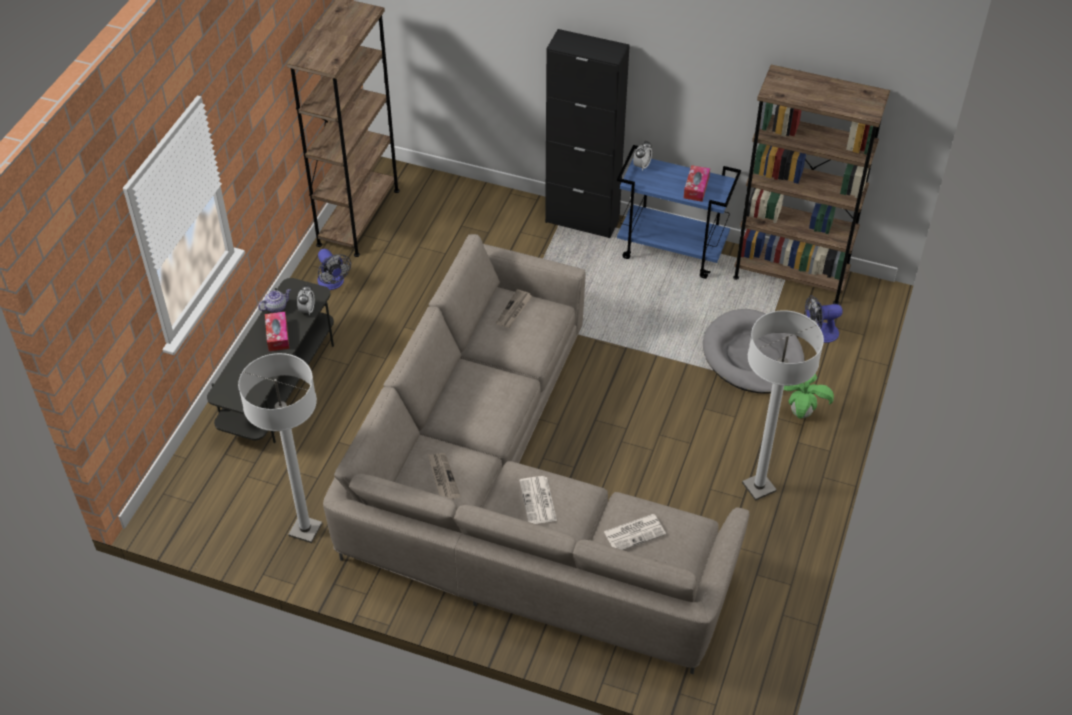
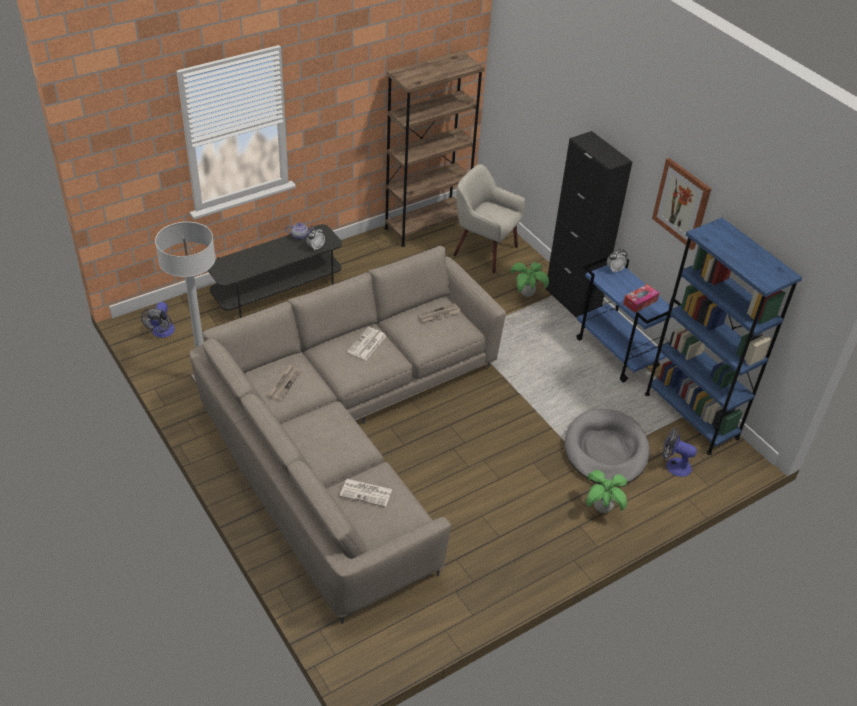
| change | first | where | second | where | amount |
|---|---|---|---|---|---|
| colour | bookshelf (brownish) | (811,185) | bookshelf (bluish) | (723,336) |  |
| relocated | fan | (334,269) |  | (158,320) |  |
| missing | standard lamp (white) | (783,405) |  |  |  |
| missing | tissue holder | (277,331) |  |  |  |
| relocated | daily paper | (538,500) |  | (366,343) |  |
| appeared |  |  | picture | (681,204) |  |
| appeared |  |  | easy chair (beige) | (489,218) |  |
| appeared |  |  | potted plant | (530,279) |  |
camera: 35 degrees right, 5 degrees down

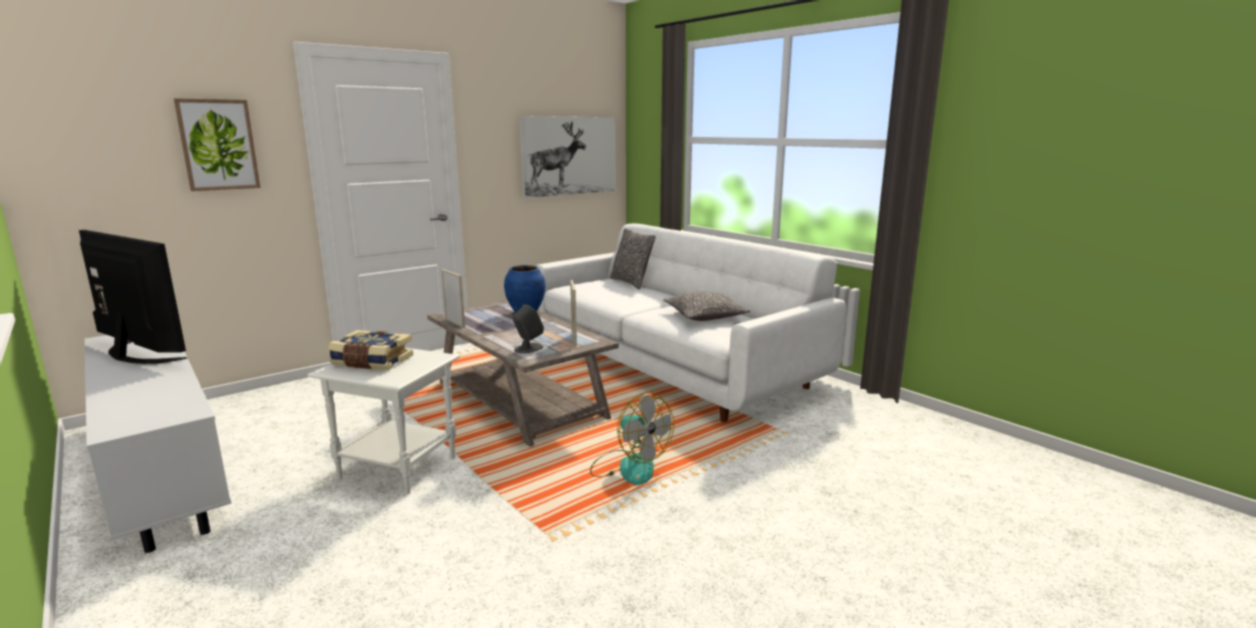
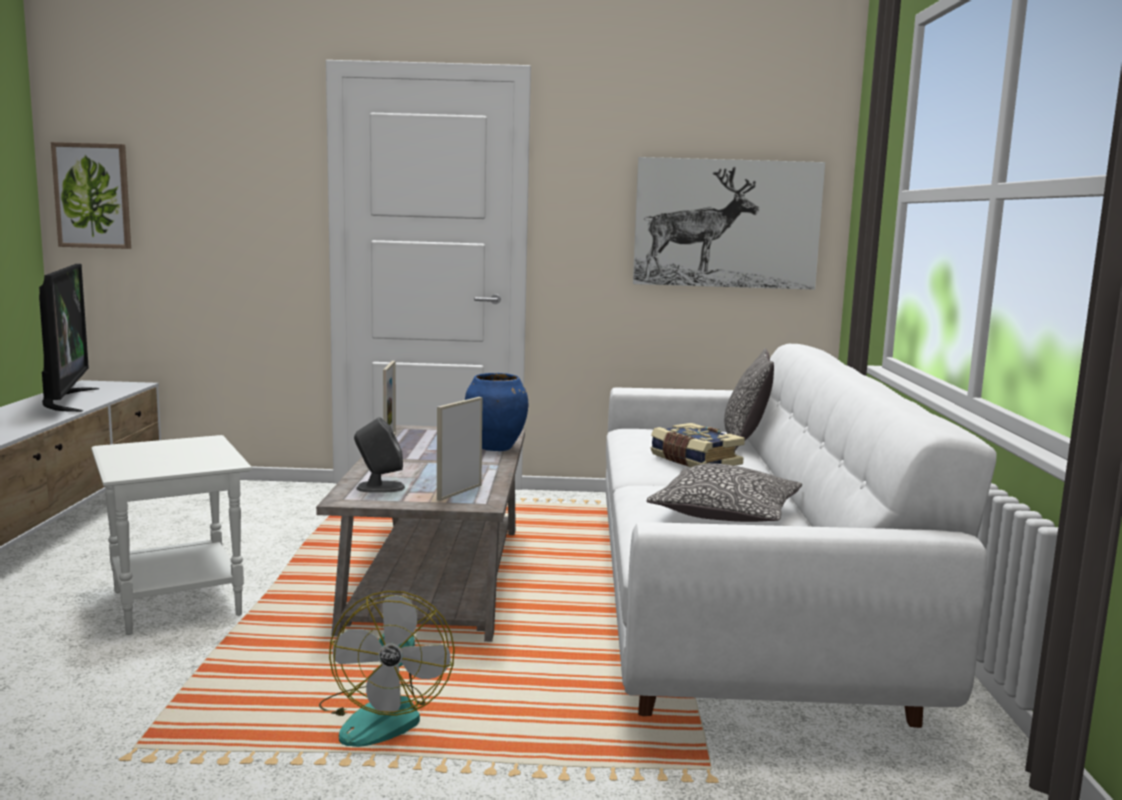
| change | first | where | second | where | amount |
|---|---|---|---|---|---|
| relocated | picture | (217,144) |  | (91,195) |  |
| relocated | bound book | (370,350) |  | (698,445) |  |
camera: 40 degrees right, 5 degrees down

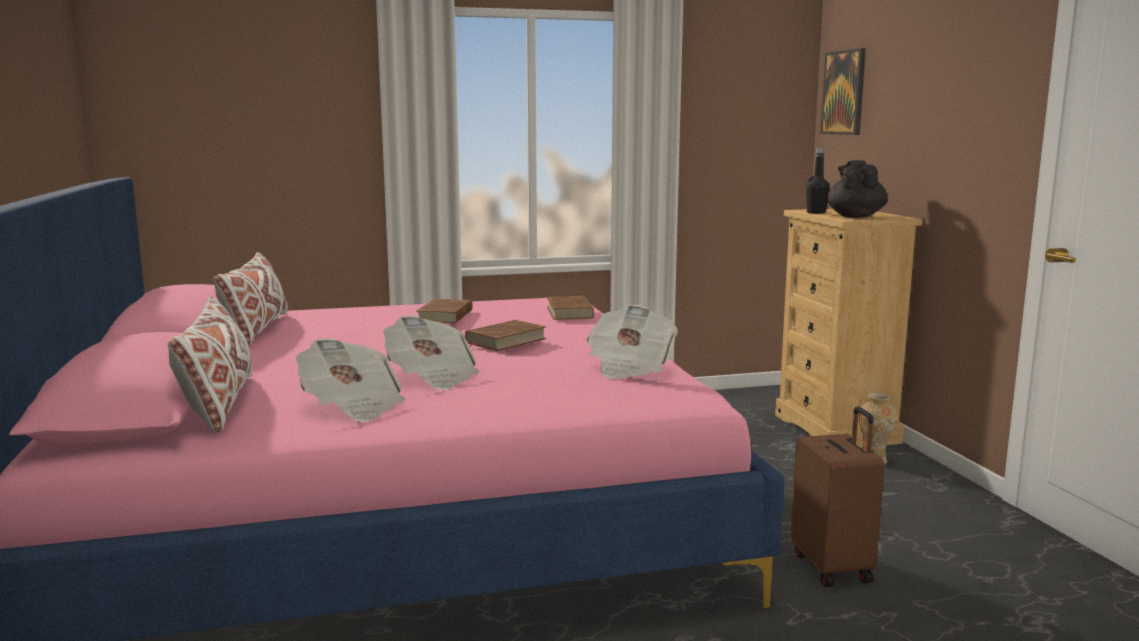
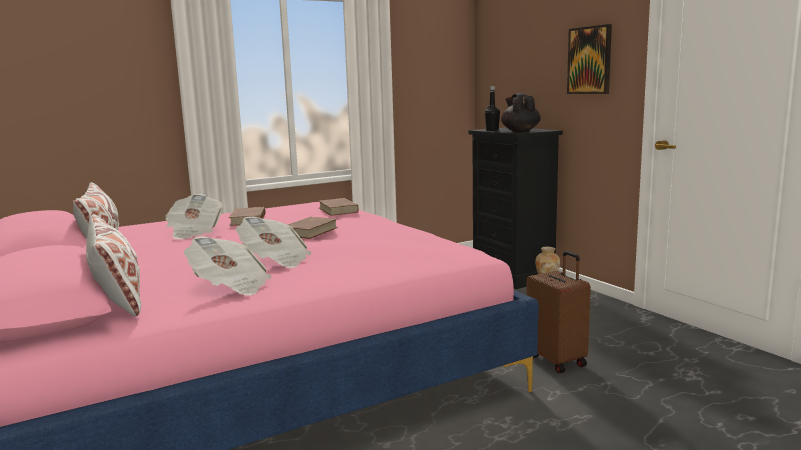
| change | first | where | second | where | amount |
|---|---|---|---|---|---|
| relocated | picture | (843,91) |  | (589,59) |  |
| colour | drawer chest (beige) | (849,328) | drawer chest (black-coloured) | (515,208) |  |
| relocated | daily paper | (632,342) |  | (194,216) |  |
camera: 15 degrees left, 0 degrees up

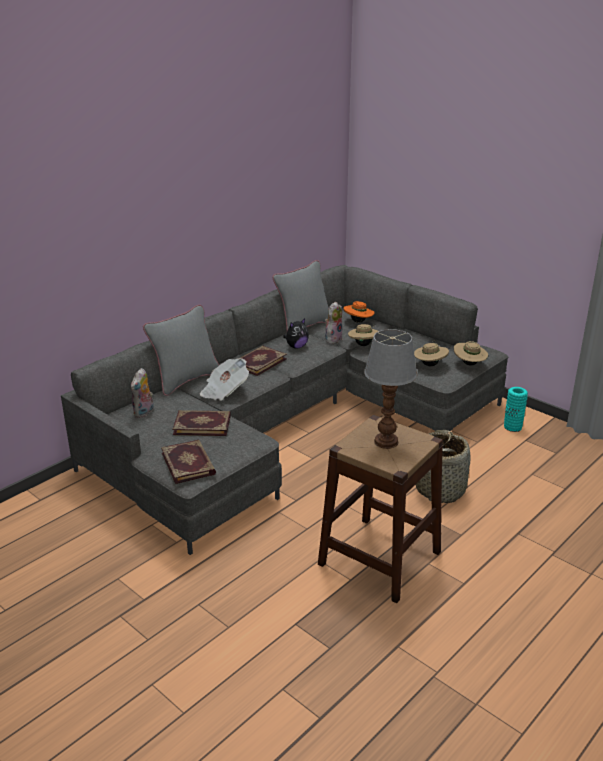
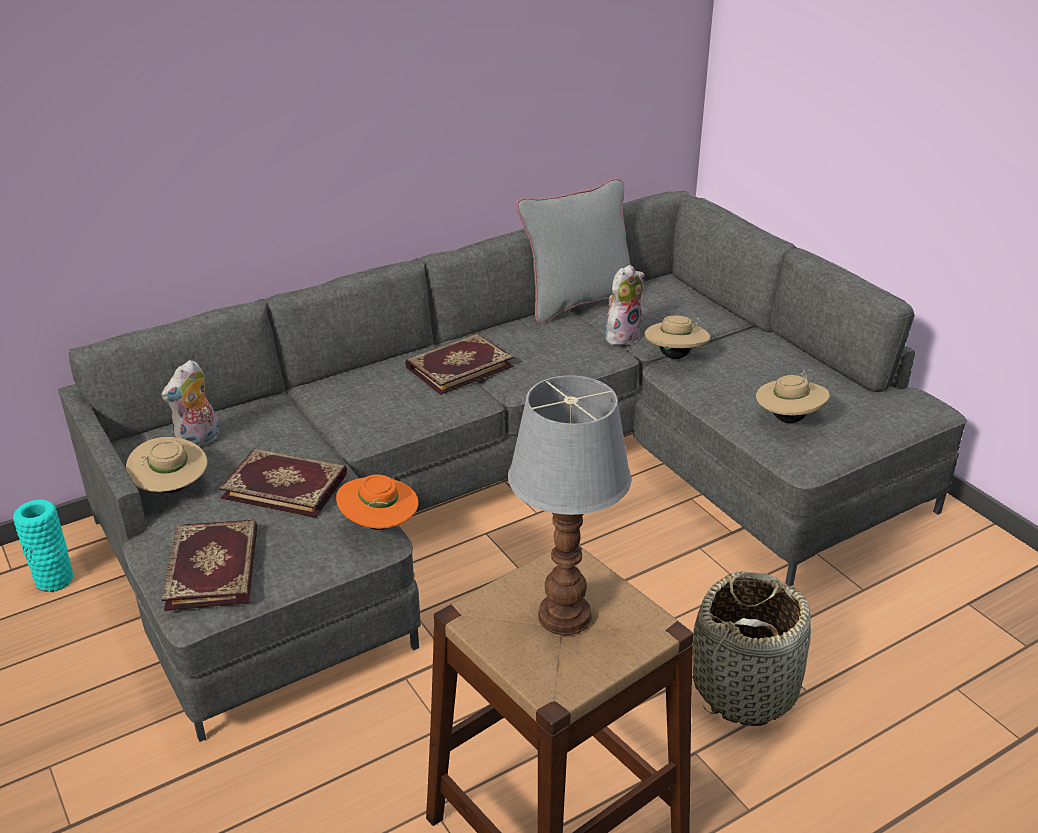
| change | first | where | second | where | amount |
|---|---|---|---|---|---|
| relocated | clothing hat (orange-coloured) | (359,312) |  | (377,502) |  |
| missing | throw pillow (grey) | (181,350) |  |  |  |
| missing | soft toy | (296,333) |  |  |  |
| relocated | clothing hat (beige) | (471,353) |  | (166,465) |  |
| missing | daily paper | (224,379) |  |  |  |
| relocated | vase (turquoise) | (516,409) |  | (43,546) |  |
camera: 15 degrees right, 5 degrees up

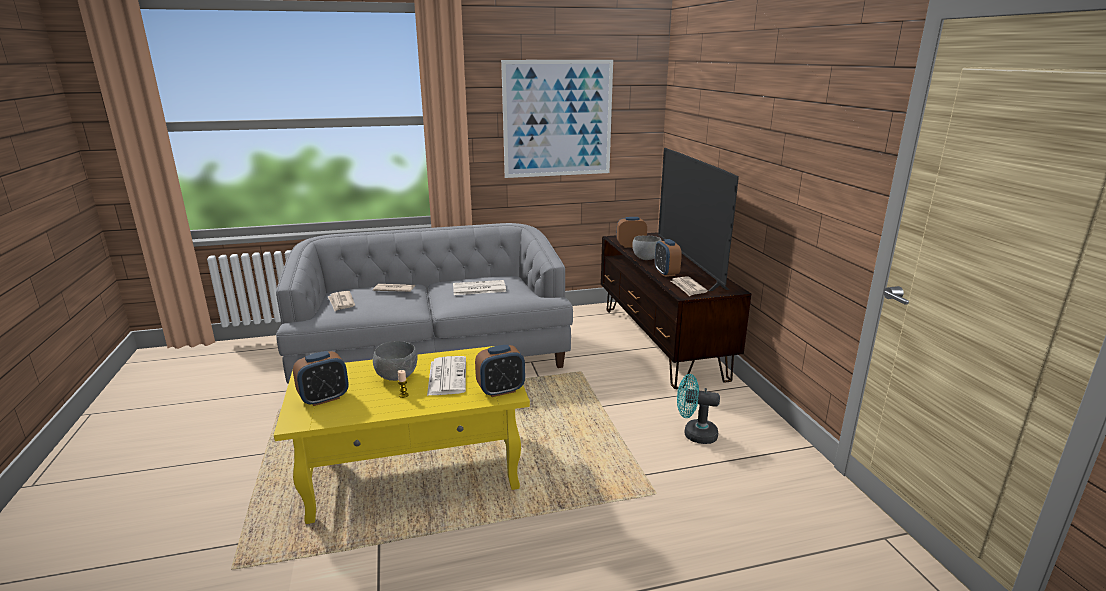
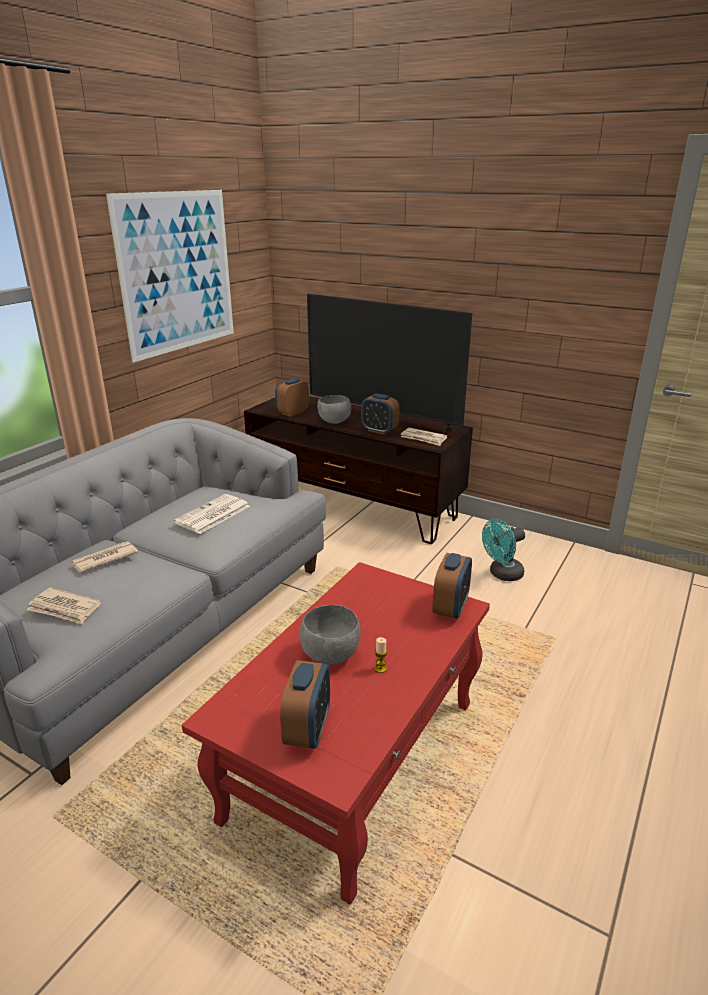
| change | first | where | second | where | amount |
|---|---|---|---|---|---|
| colour | low table (yellow) | (402,435) | low table (red) | (336,733) |  |
| missing | daily paper | (446,376) |  |  |  |
camera: 45 degrees left, 5 degrees up

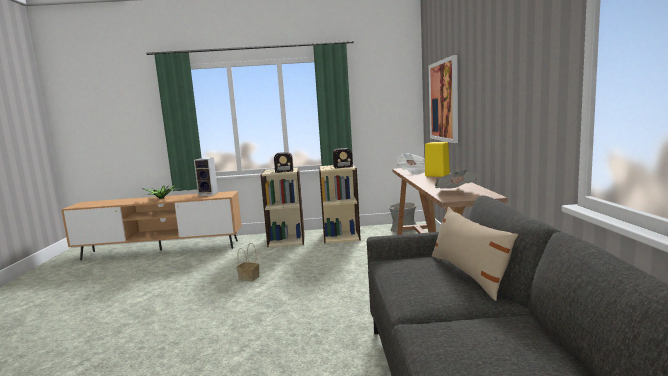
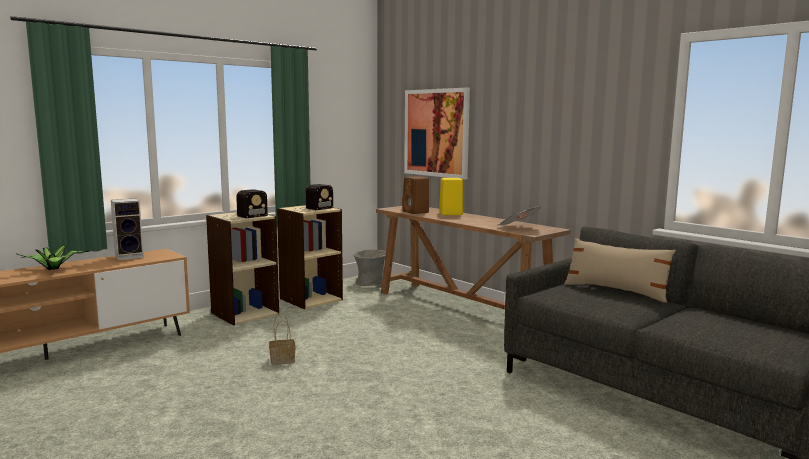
| change | first | where | second | where | amount |
|---|---|---|---|---|---|
| exchanged | daily paper | (411,164) | speaker (brownish) | (415,195) |  |
camera: 40 degrees left, 0 degrees up

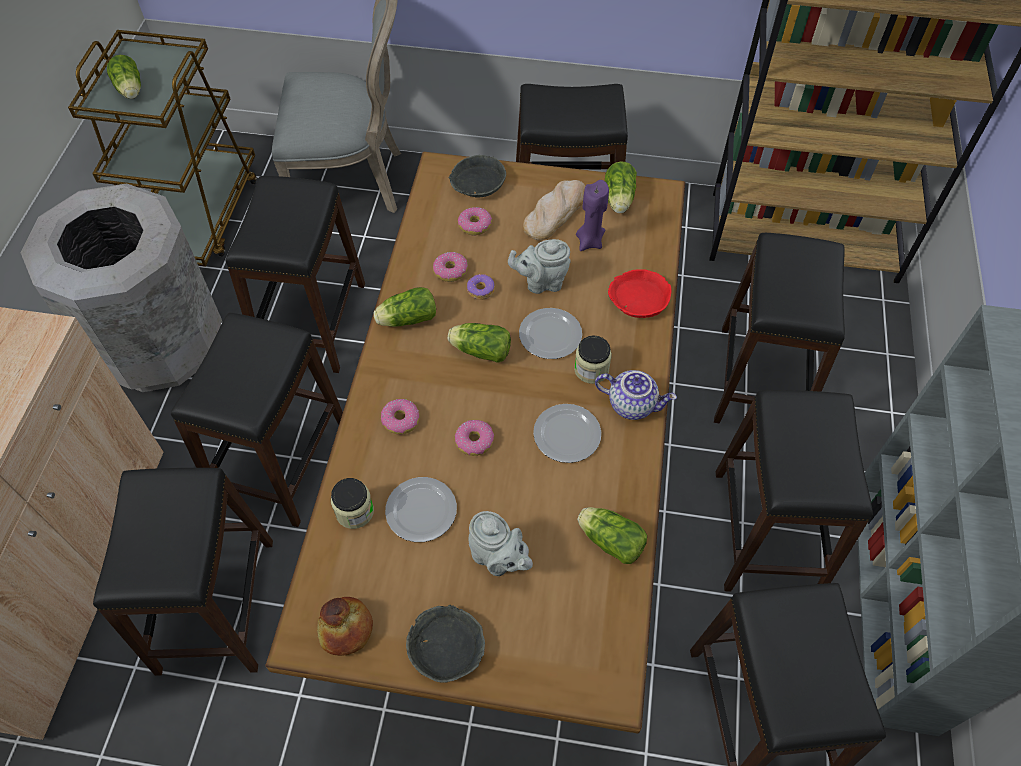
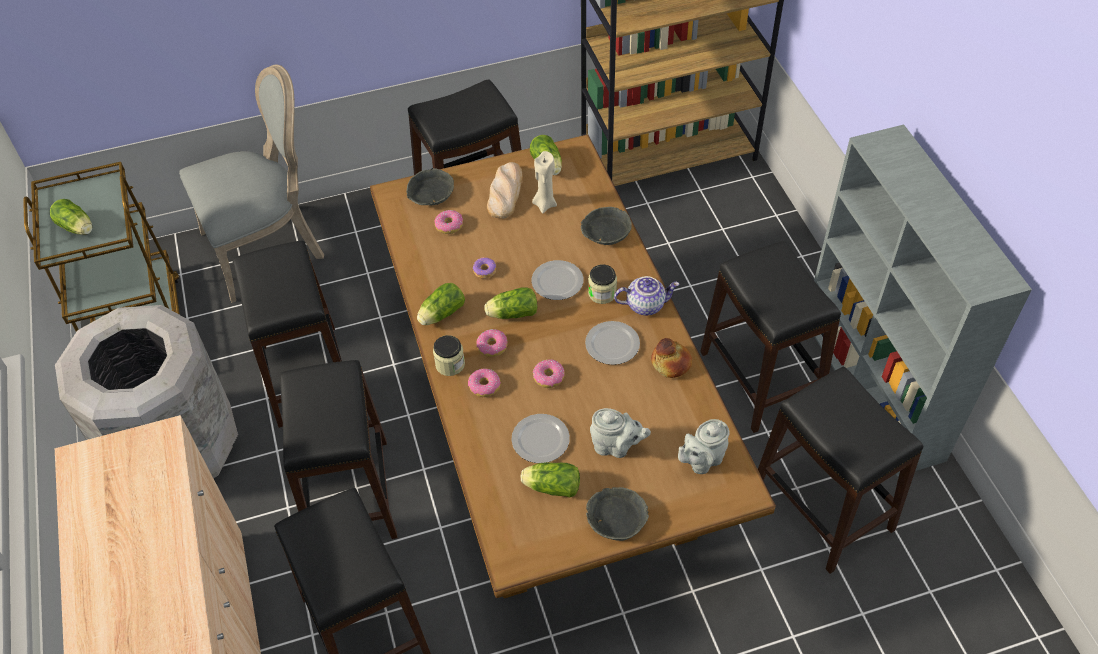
| change | first | where | second | where | amount |
|---|---|---|---|---|---|
| colour | candle (purple-coloured) | (592,215) | candle (beige) | (544,182) |  |
| missing | stool (black-coloured) | (779,328) |  |  |  |
| relocated | teapot (grey) | (539,266) |  | (703,446) |  |
| relocated | ring doughnut | (450,267) |  | (492,343) |  |
| colour | deep dish (red) | (640,293) | deep dish (grey) | (606,226) |  |
| relocated | jar | (352,503) |  | (449,355) |  |
| relocated | head of lettuce | (612,535) |  | (550,479) |  |
| relocated | baked bread | (345,626) |  | (671,358) |  |
camera: 25 degrees left, 5 degrees down

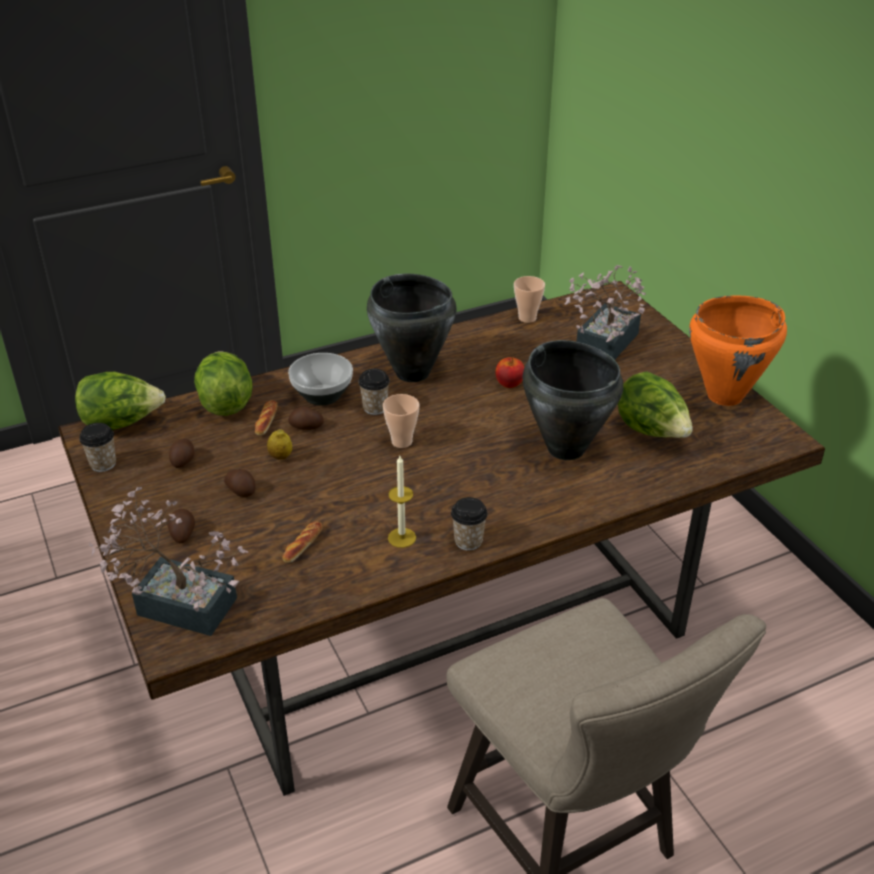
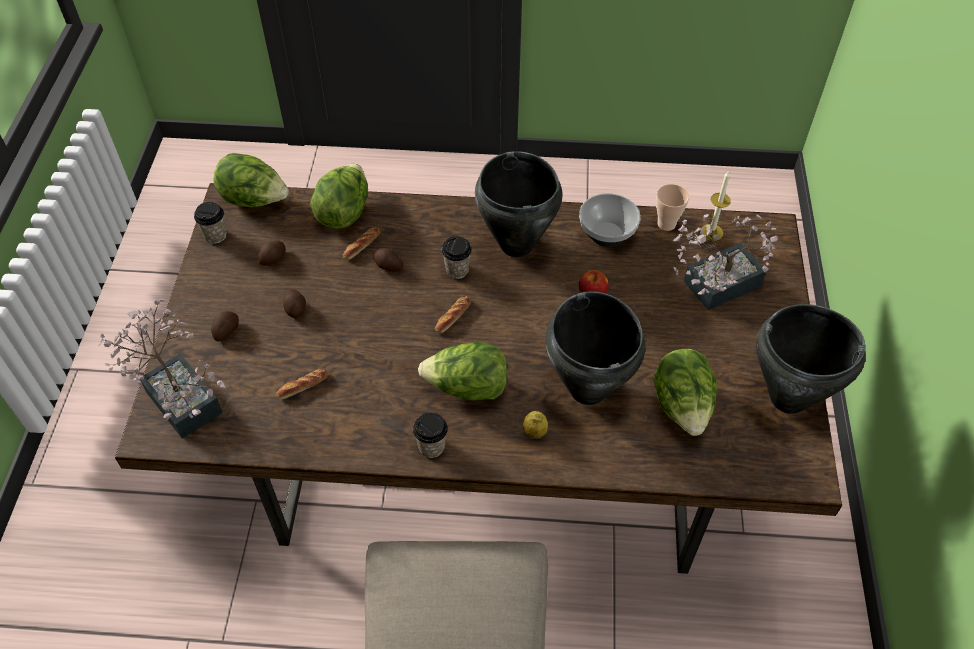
| change | first | where | second | where | amount |
|---|---|---|---|---|---|
| colour | cooking pot (orange-coloured) | (738,351) | cooking pot (black-coloured) | (811,359) |  |
| relocated | deep dish | (320,379) |  | (610,220) |  |
| exchanged | cup | (401,421) | baked bread | (453,314) |  |
| relocated | whole lemon | (279,444) |  | (535,425) |  |
| relocated | candle | (402,502) |  | (715,206) |  |
| appeared |  |  | head of lettuce | (463,371) |  |
camera: 30 degrees right, 15 degrees up

